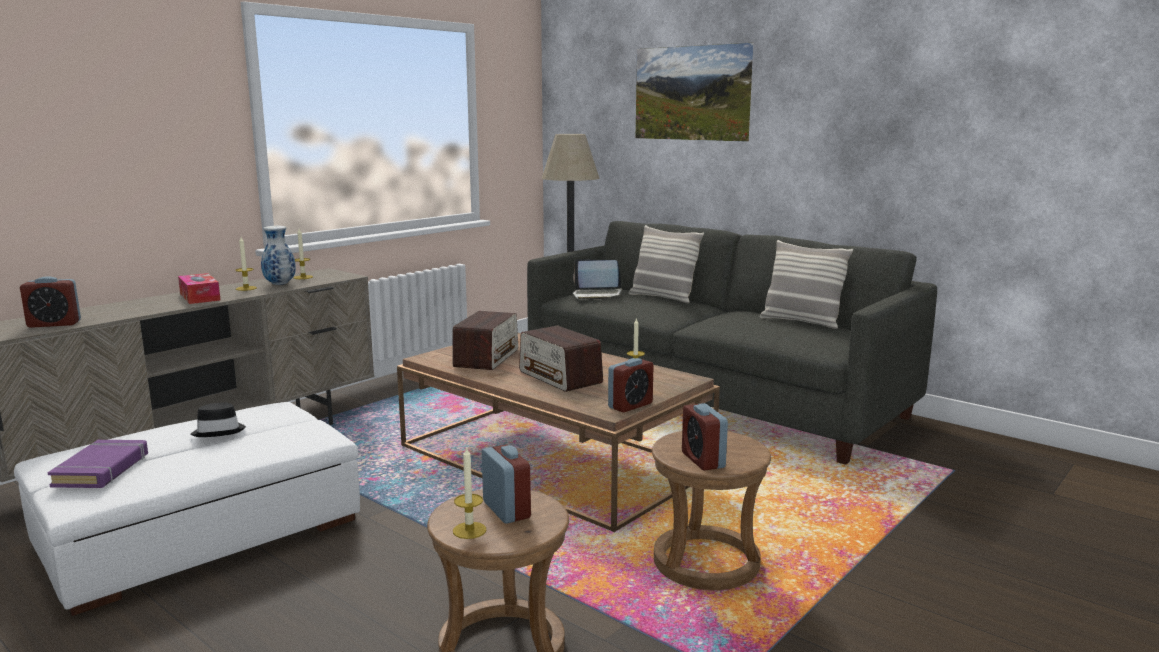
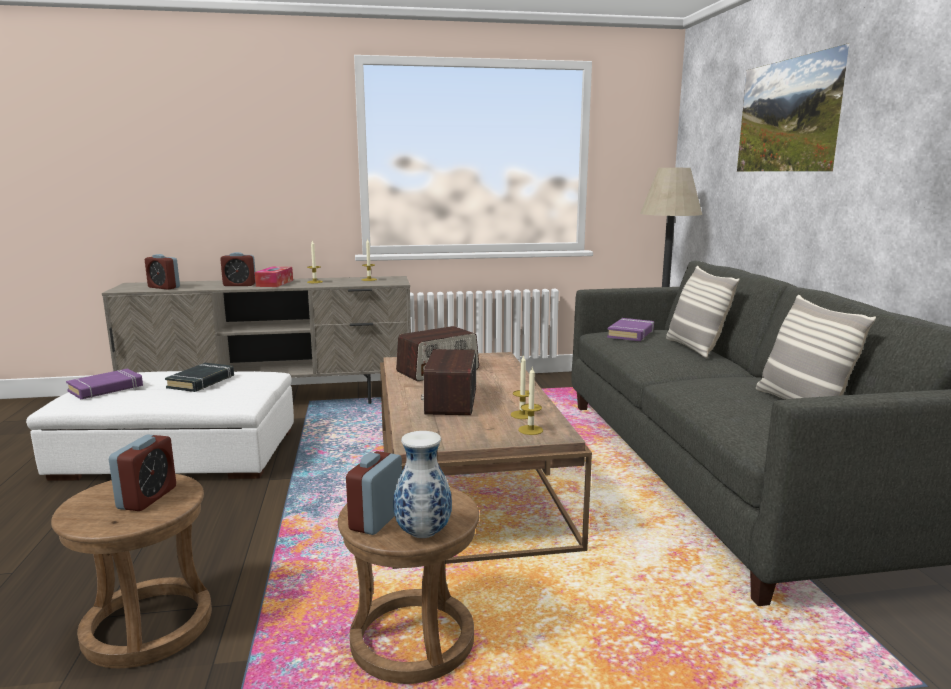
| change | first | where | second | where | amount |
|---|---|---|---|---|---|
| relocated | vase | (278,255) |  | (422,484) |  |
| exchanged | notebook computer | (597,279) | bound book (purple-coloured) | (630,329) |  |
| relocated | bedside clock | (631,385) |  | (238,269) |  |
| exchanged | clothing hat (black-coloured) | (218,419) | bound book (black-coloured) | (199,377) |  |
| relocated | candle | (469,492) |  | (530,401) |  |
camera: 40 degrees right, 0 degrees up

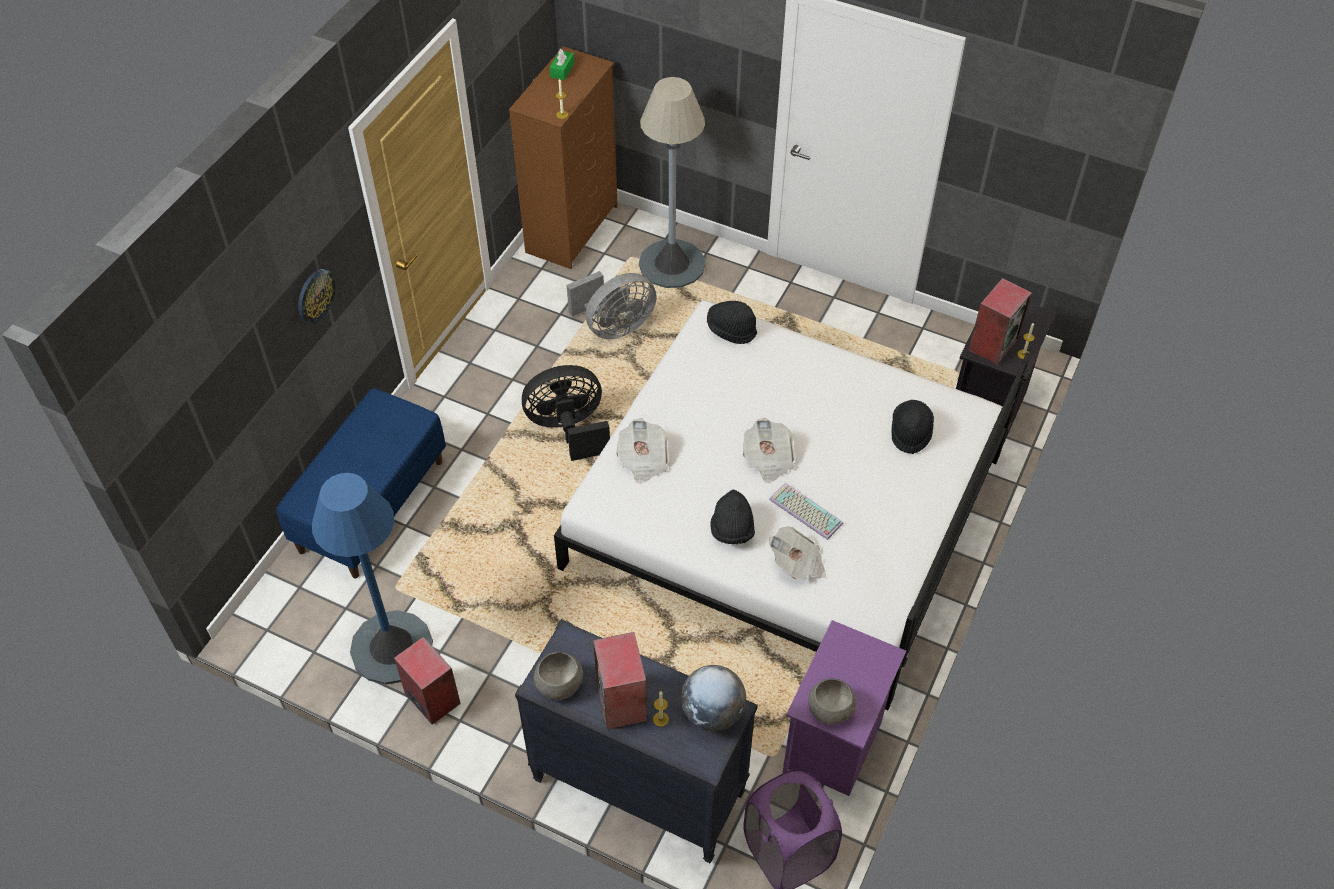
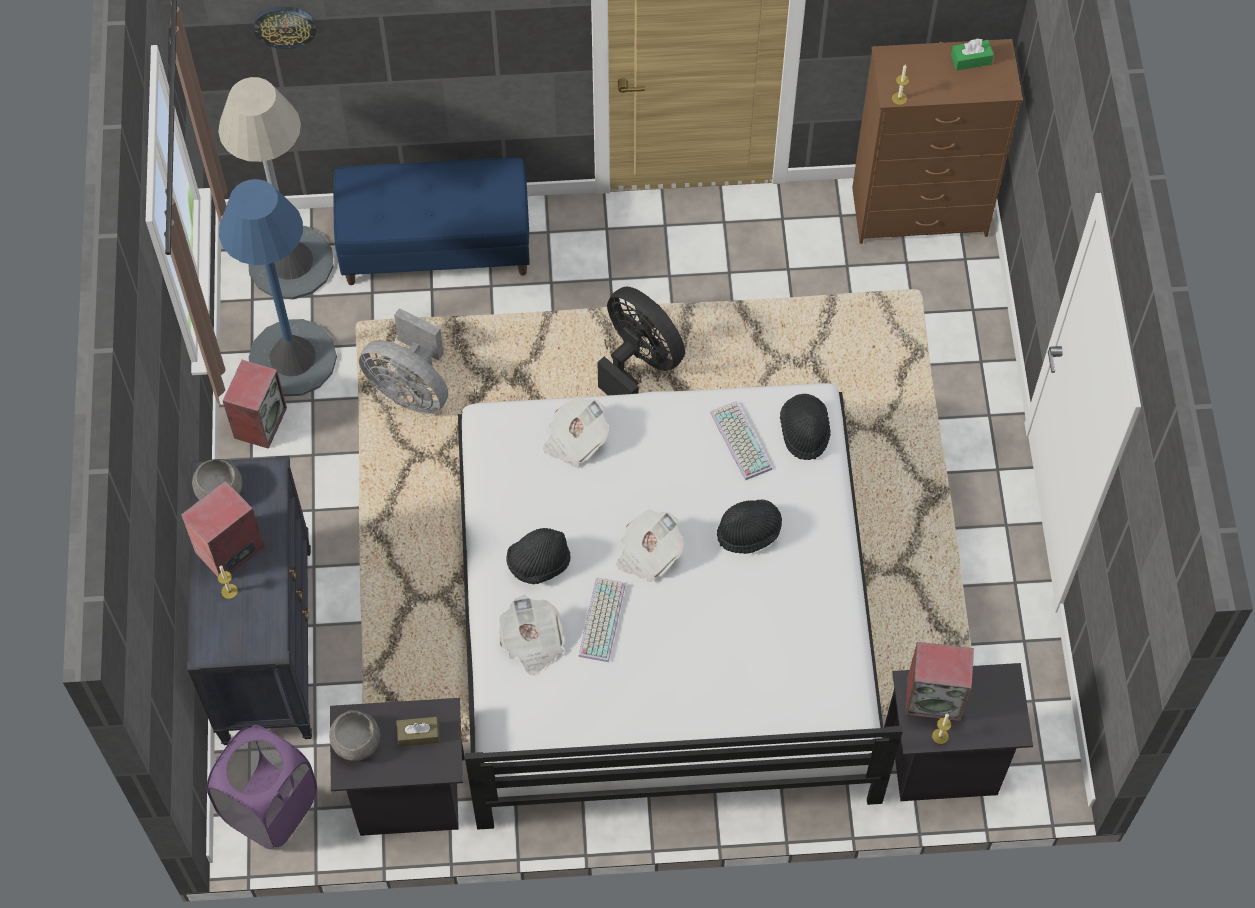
| change | first | where | second | where | amount |
|---|---|---|---|---|---|
| relocated | standard lamp (grey) | (672,182) |  | (276,188) |  |
| relocated | wall clock | (316,296) |  | (284,27) |  |
| relocated | fan (grey) | (612,305) |  | (403,361) |  |
| relocated | clothing hat (black-coloured) | (912,427) |  | (749,526) |  |
| colour | nightstand (purple-coloured) | (844,708) | nightstand (black-coloured) | (397,767) |  |
| missing | desk globe | (713,698) |  |  |  |
| appeared |  |  | PC keyboard | (741,440) |  |
| appeared |  |  | tissue holder (brownish) | (418,732) |  |
camera: 60 degrees right, 10 degrees up

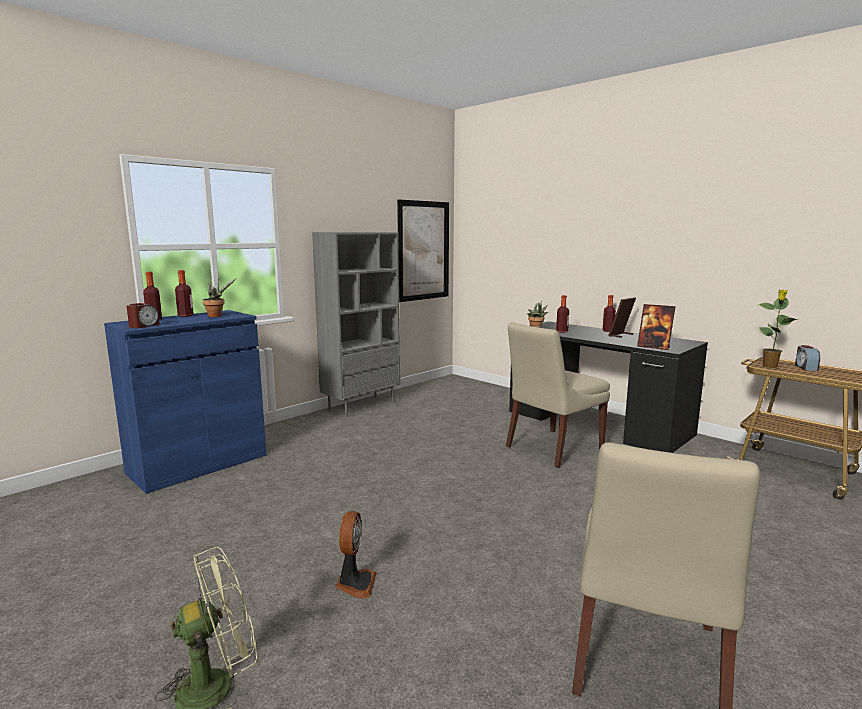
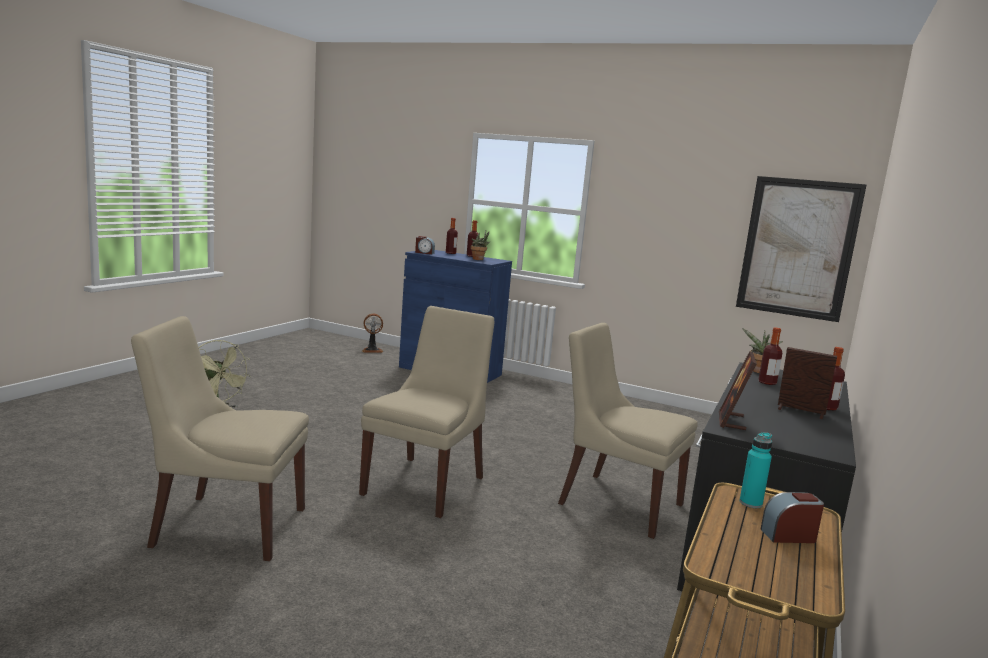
| change | first | where | second | where | amount |
|---|---|---|---|---|---|
| missing | bookshelf (grey) | (356,324) |  |  |  |
| exchanged | potted plant | (778,328) | beverage bottle (turquoise) | (756,470) |  |
| relocated | fan | (356,555) |  | (372,333) |  |
| appeared |  |  | chair (beige) | (426,412) |  |
camera: 70 degrees right, 0 degrees up

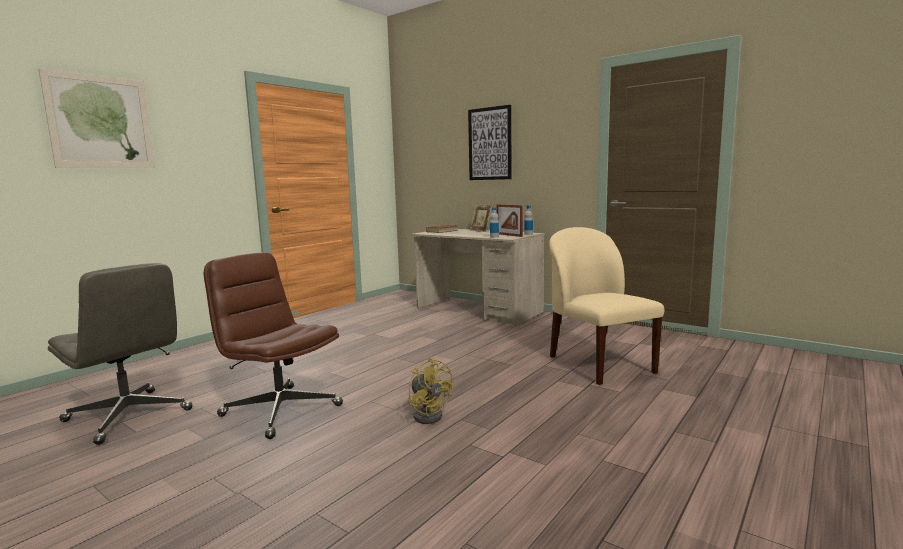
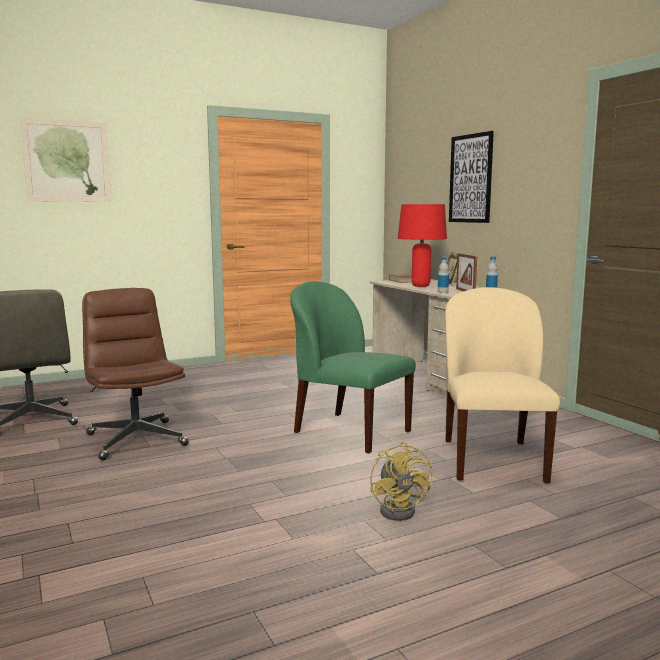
| change | first | where | second | where | amount |
|---|---|---|---|---|---|
| relocated | fan (yellow) | (430,391) |  | (401,481) |  |
| appeared |  |  | tabletop lamp (red) | (422,245) |  |
| appeared |  |  | chair (green-coloured) | (353,367) |  |
camera: 25 degrees right, 0 degrees up

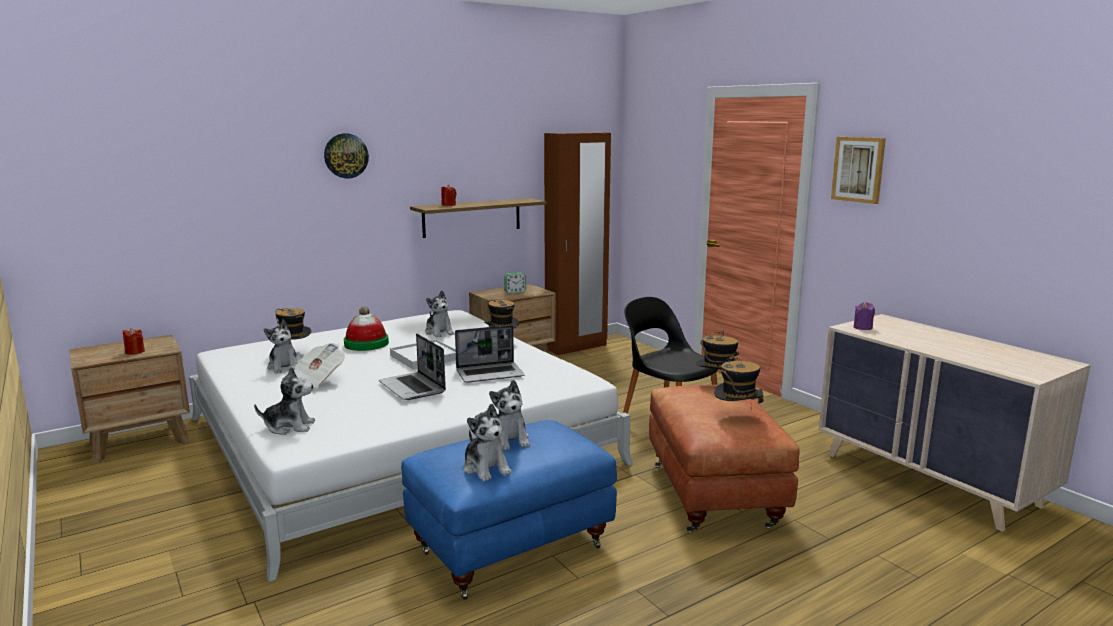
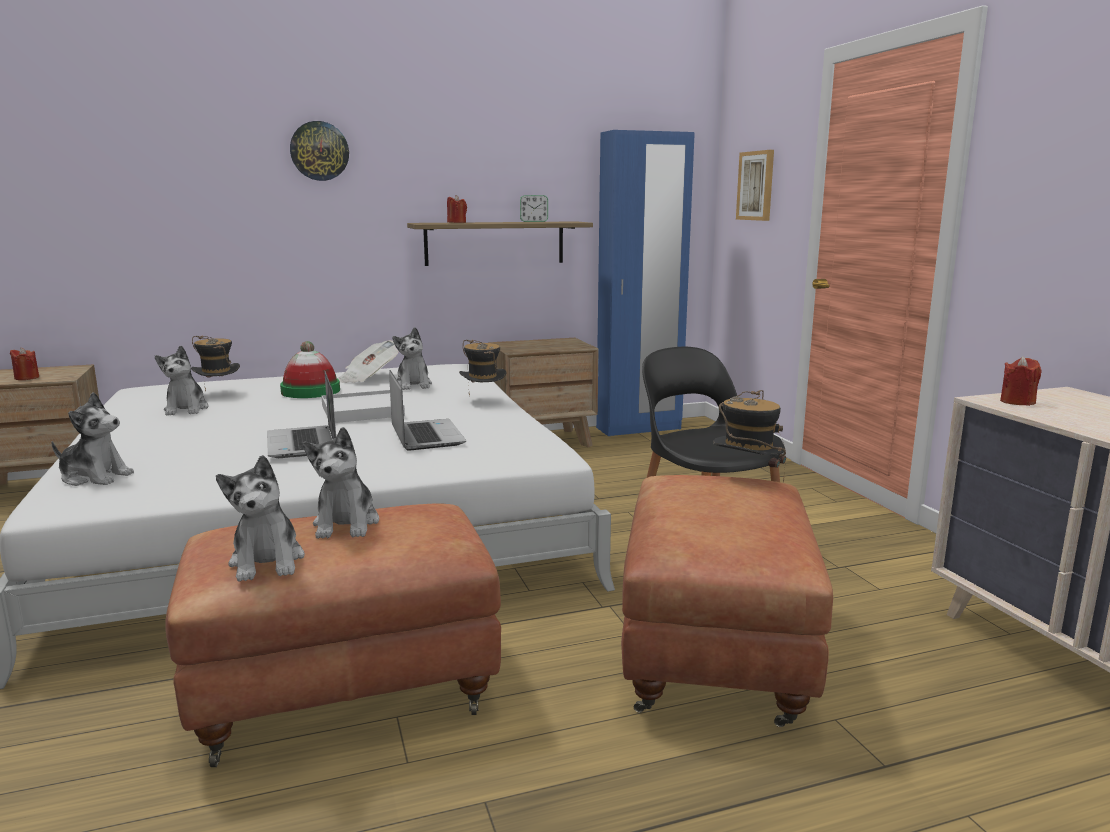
| change | first | where | second | where | amount |
|---|---|---|---|---|---|
| colour | armoire (brownish) | (577,243) | armoire (bluish) | (645,283) |  |
| relocated | picture | (858,170) |  | (755,185) |  |
| relocated | bedside clock | (515,282) |  | (534,208) |  |
| colour | candle (purple-coloured) | (864,316) | candle (red) | (1021,381) |  |
| spun | notebook computer | (490,354) |  | (427,410) | 105 degrees counterclockwise |
| relocated | daily paper | (319,366) |  | (368,361) |  |
| missing | clothing hat | (739,382) |  |  |  |
| colour | pouffe (bluish) | (509,509) | pouffe (brownish) | (333,635) |  |
camera: 15 degrees right, 0 degrees up

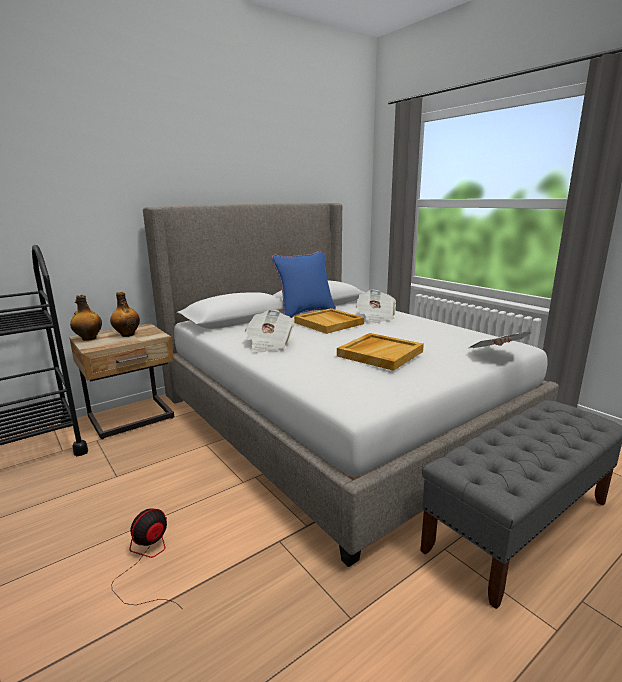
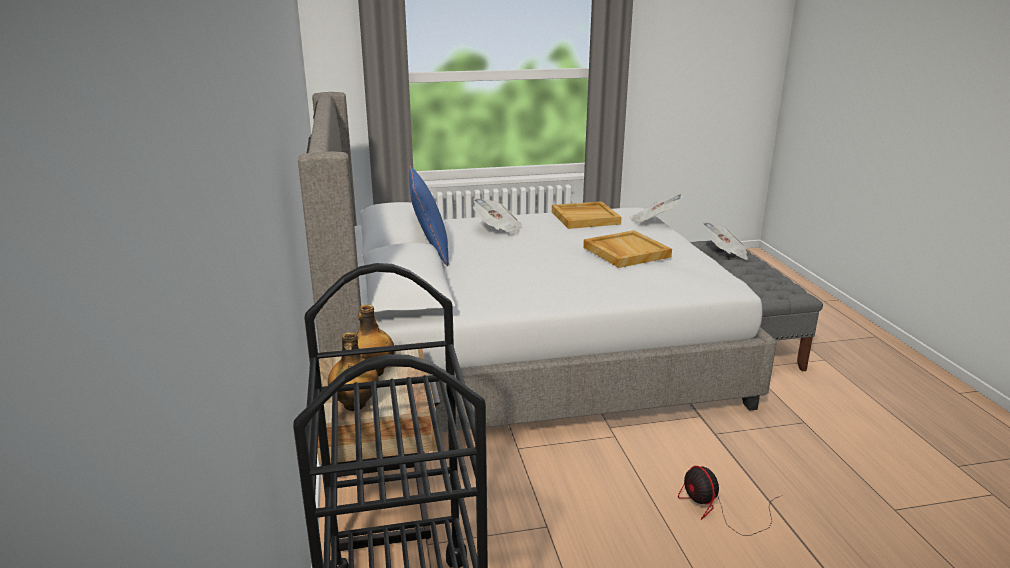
| change | first | where | second | where | amount |
|---|---|---|---|---|---|
| relocated | carrying tray (beige) | (329,321) |  | (587,215) |  |
| relocated | daily paper | (270,331) |  | (725,241) |  |
camera: 65 degrees left, 5 degrees up

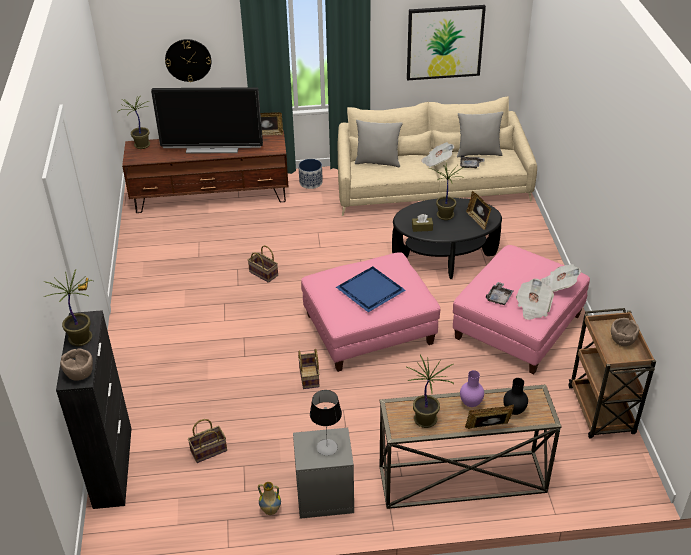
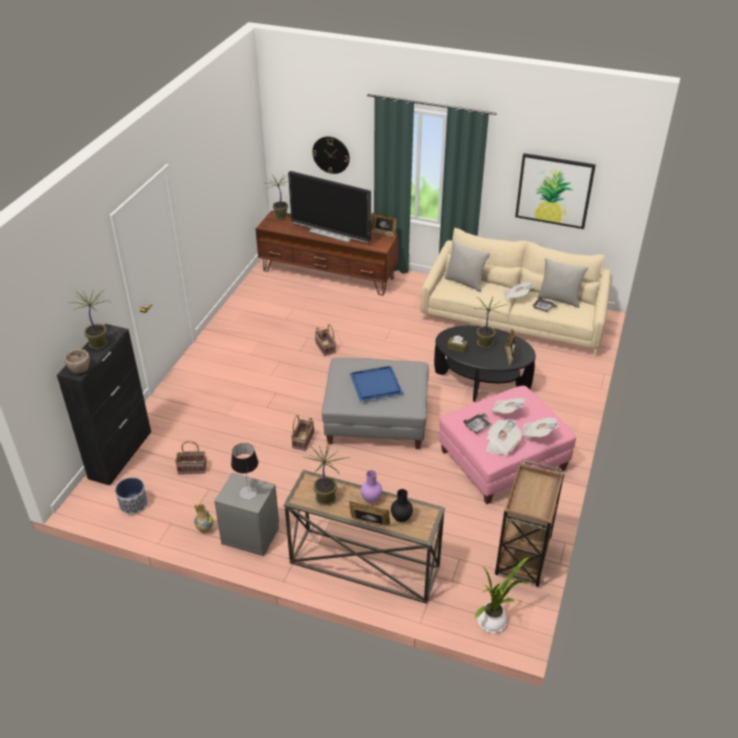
| change | first | where | second | where | amount |
|---|---|---|---|---|---|
| relocated | flower pot | (311,174) |  | (131,496) |  |
| colour | pouffe (pink-coloured) | (370,312) | pouffe (grey) | (375,403) |  |
| missing | deep dish (brownish) | (625,332) |  |  |  |
| appeared |  |  | daily paper | (508,406) |  |
| appeared |  |  | potted plant | (503,595) |  |
camera: 25 degrees right, 0 degrees up

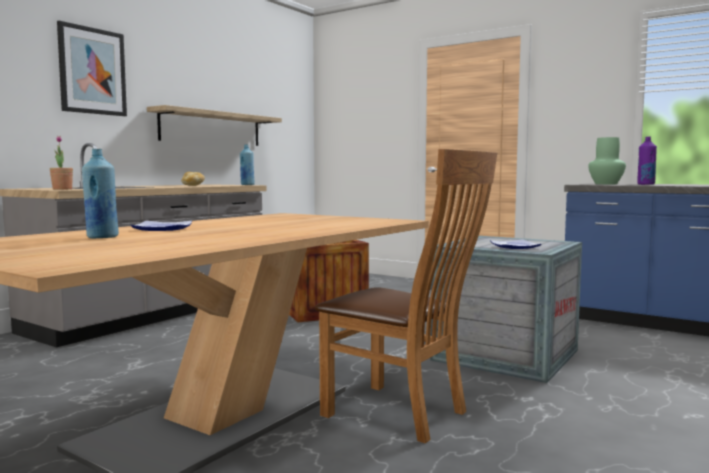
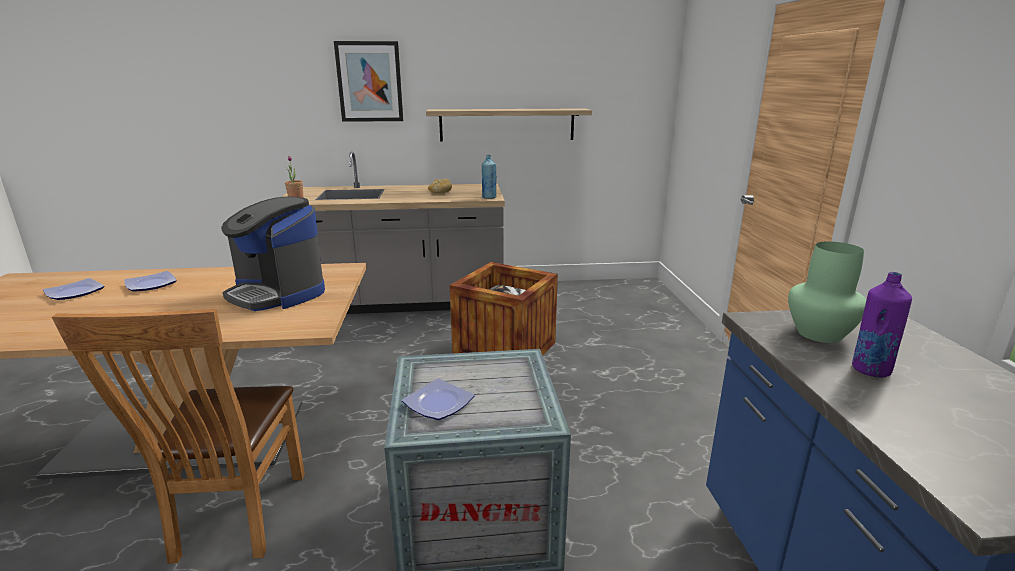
| change | first | where | second | where | amount |
|---|---|---|---|---|---|
| exchanged | beverage bottle (bluish) | (100,193) | plate | (74,289) |  |
| appeared |  |  | coffee brewer | (273,254) |  |
camera: 50 degrees right, 15 degrees up

